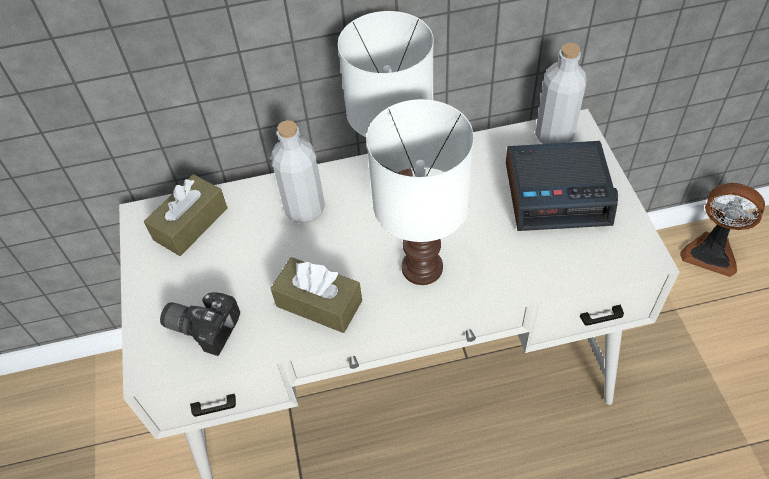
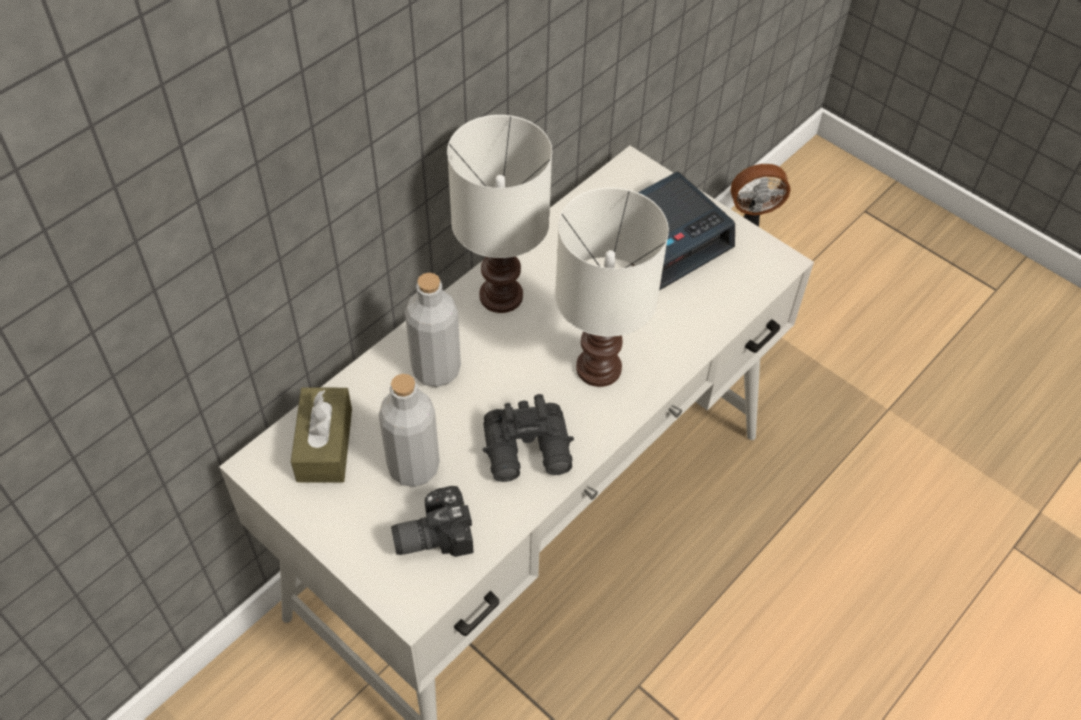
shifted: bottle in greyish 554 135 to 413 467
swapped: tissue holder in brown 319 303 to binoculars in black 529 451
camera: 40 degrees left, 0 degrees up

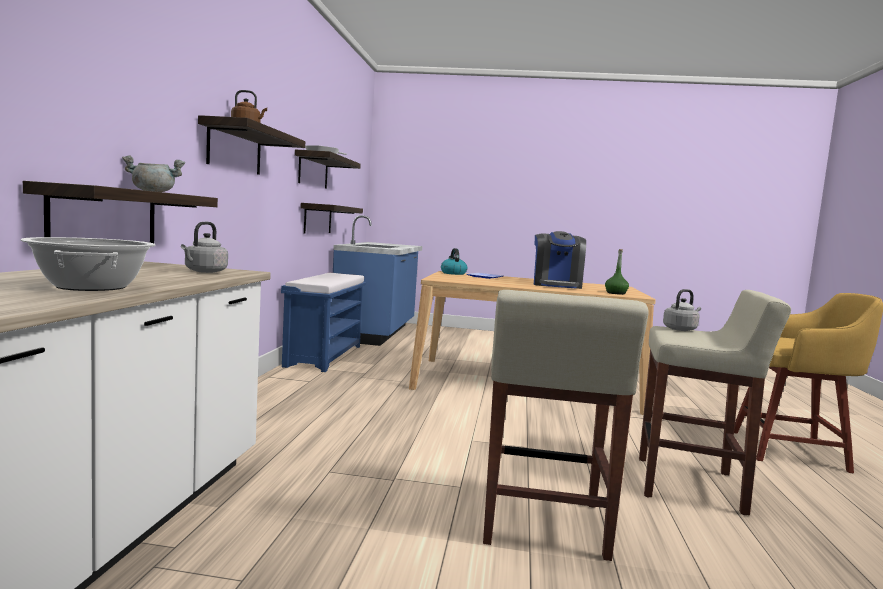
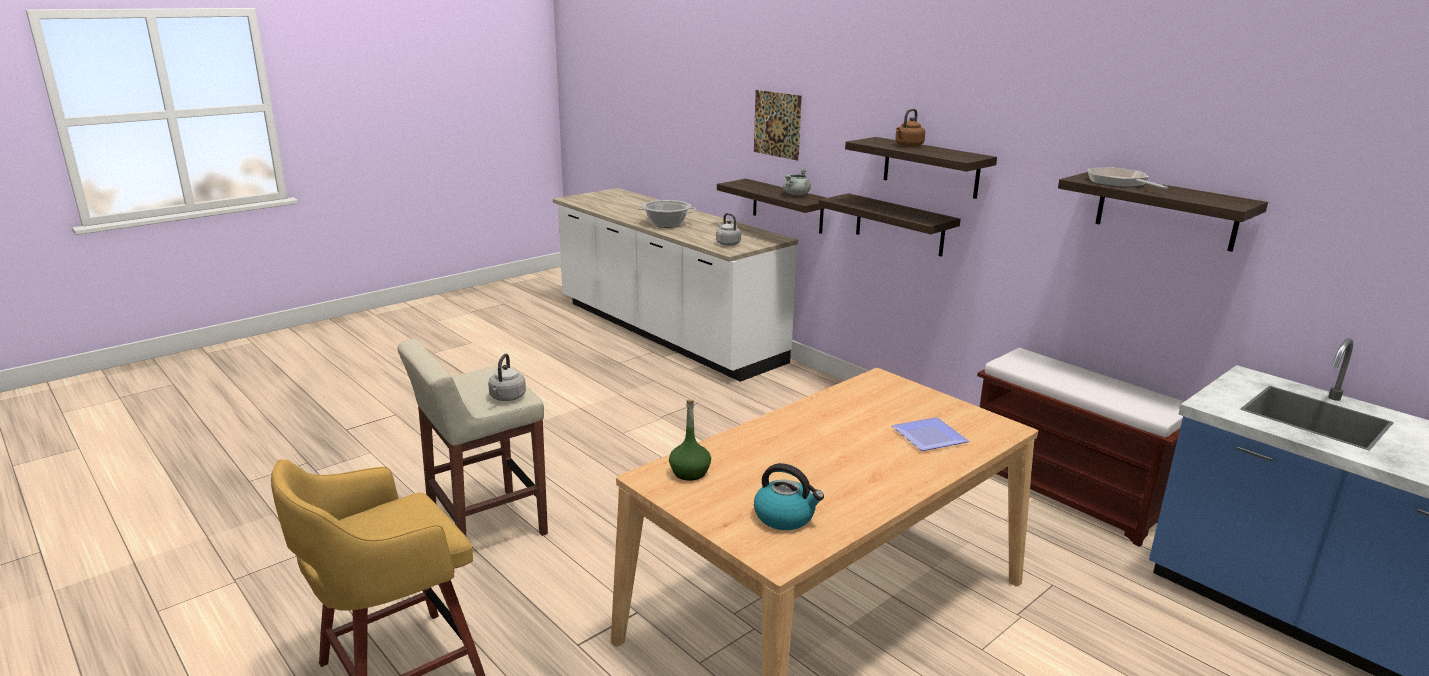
gone: stool seat in beige-coloured 543 524; coffee maker 556 285
new: wall art 777 124
shifted: shelf 318 219 to 899 225; tea kettle 453 273 to 785 517
repainted: indoor bench in bluish 324 356 to indoor bench in brown 1067 495
camera: 130 degrees right, 15 degrees up

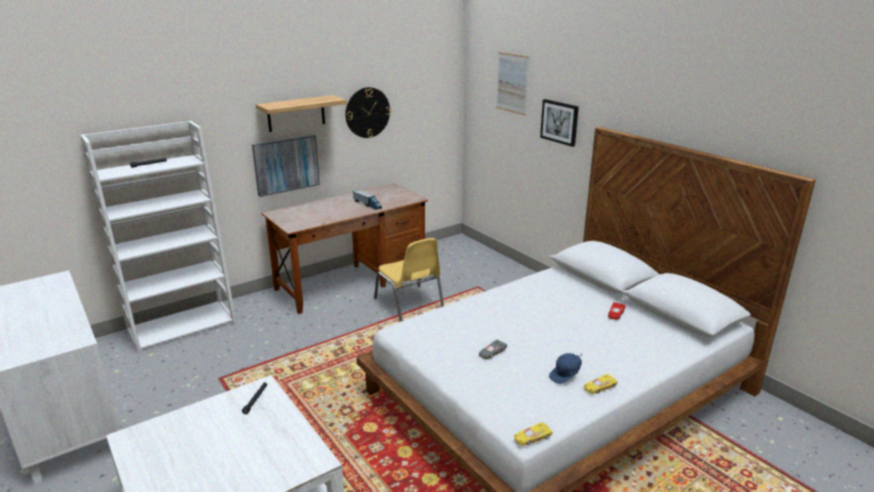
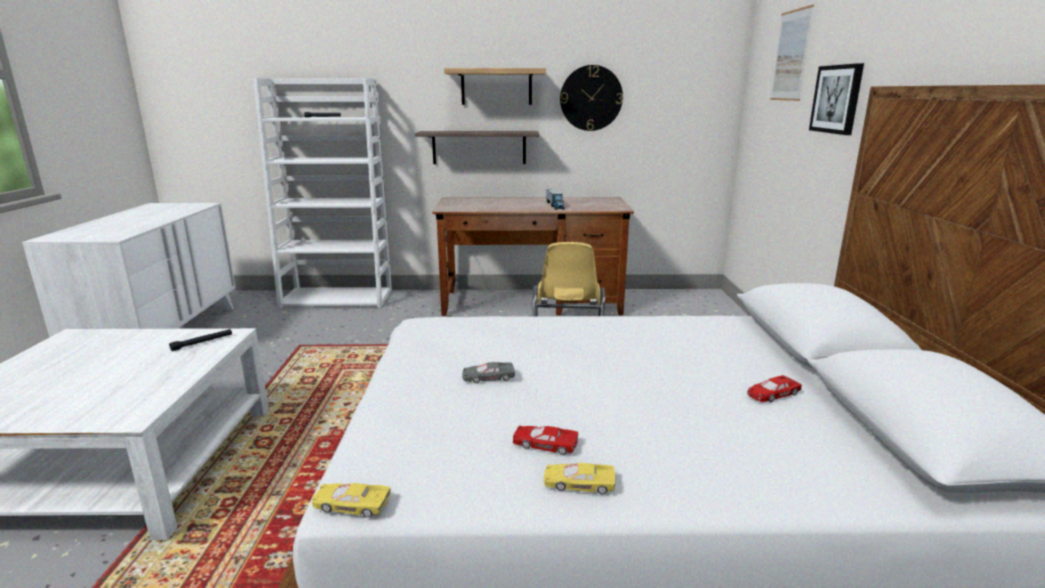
swapped: wall art 286 164 to shelf 479 147; peaked cap in bluish 566 376 to model car in reddish 544 444
camera: 35 degrees right, 5 degrees down

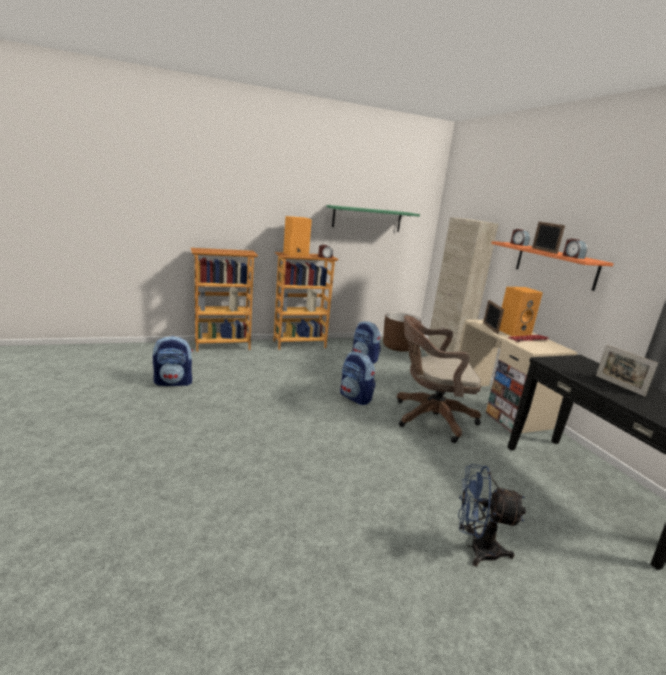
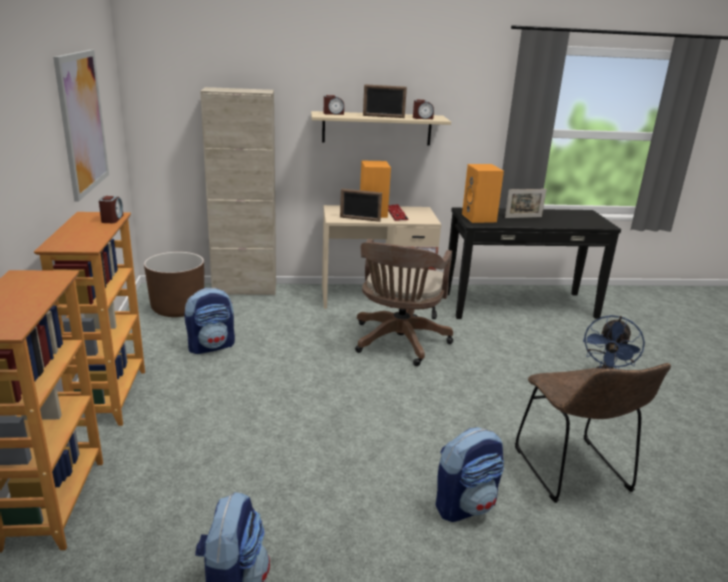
new: plain chair in brown 574 473
shifted: speaker in orange 295 254 to 480 218; rucksack 355 397 to 465 505
swapped: shelf in green 367 219 to wall art 82 122
repainted: shelf in orange 555 265 to shelf in beige-coloured 377 128
camera: 75 degrees left, 5 degrees up

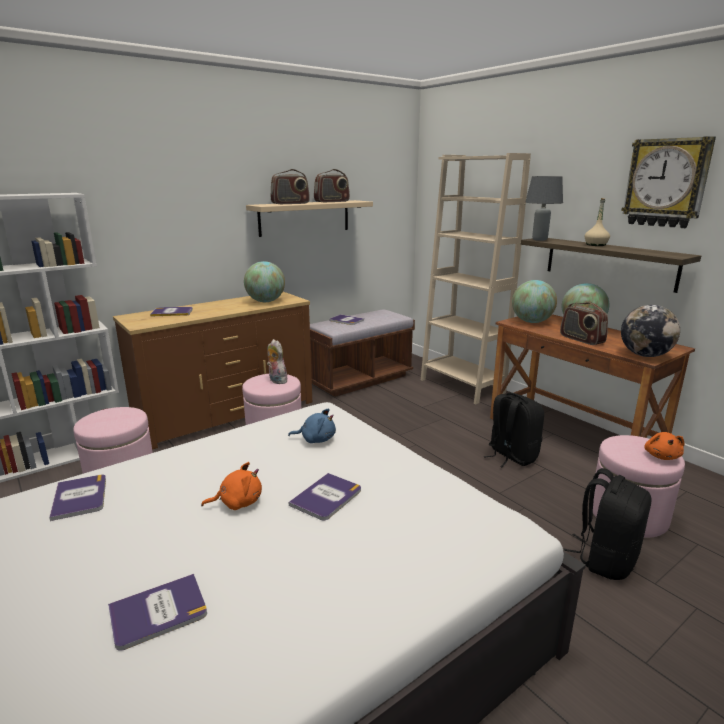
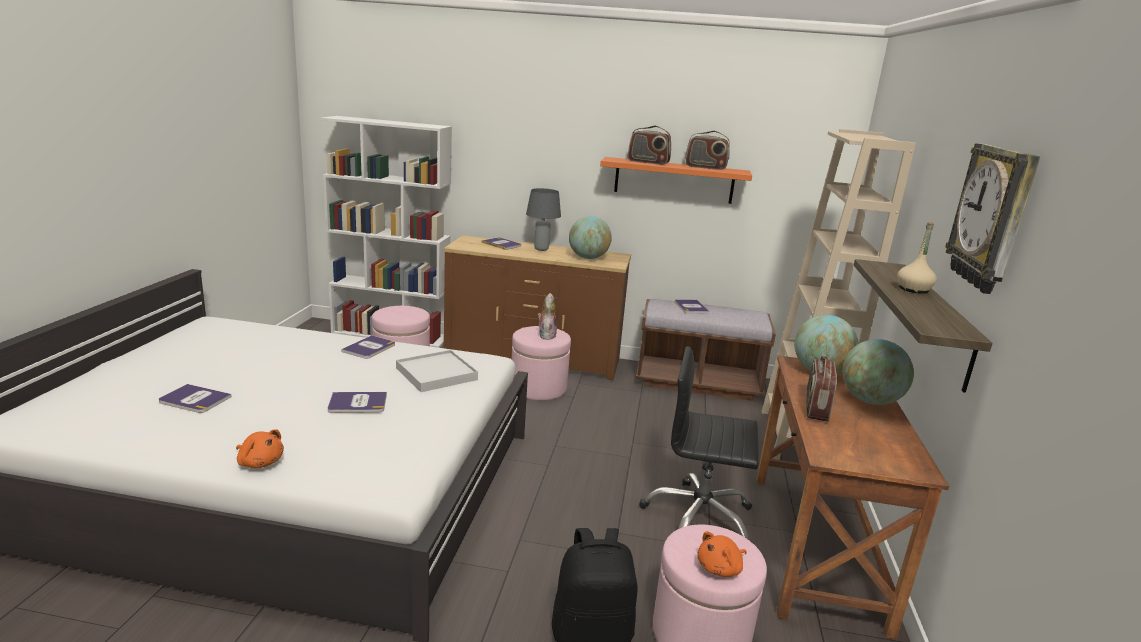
gone: desk globe 644 355
shifted: book 80 497 to 369 348; plush toy in orange 238 502 to 260 462; lamp for a table in greyish 539 240 to 541 249
swapped: plush toy in bluish 316 439 to carrying tray in white-coloured 436 374; rucksack in black 511 456 to desk chair in black 698 518
repainted: shelf in beige-coloured 304 217 to shelf in orange 674 180
camera: 45 degrees right, 0 degrees up

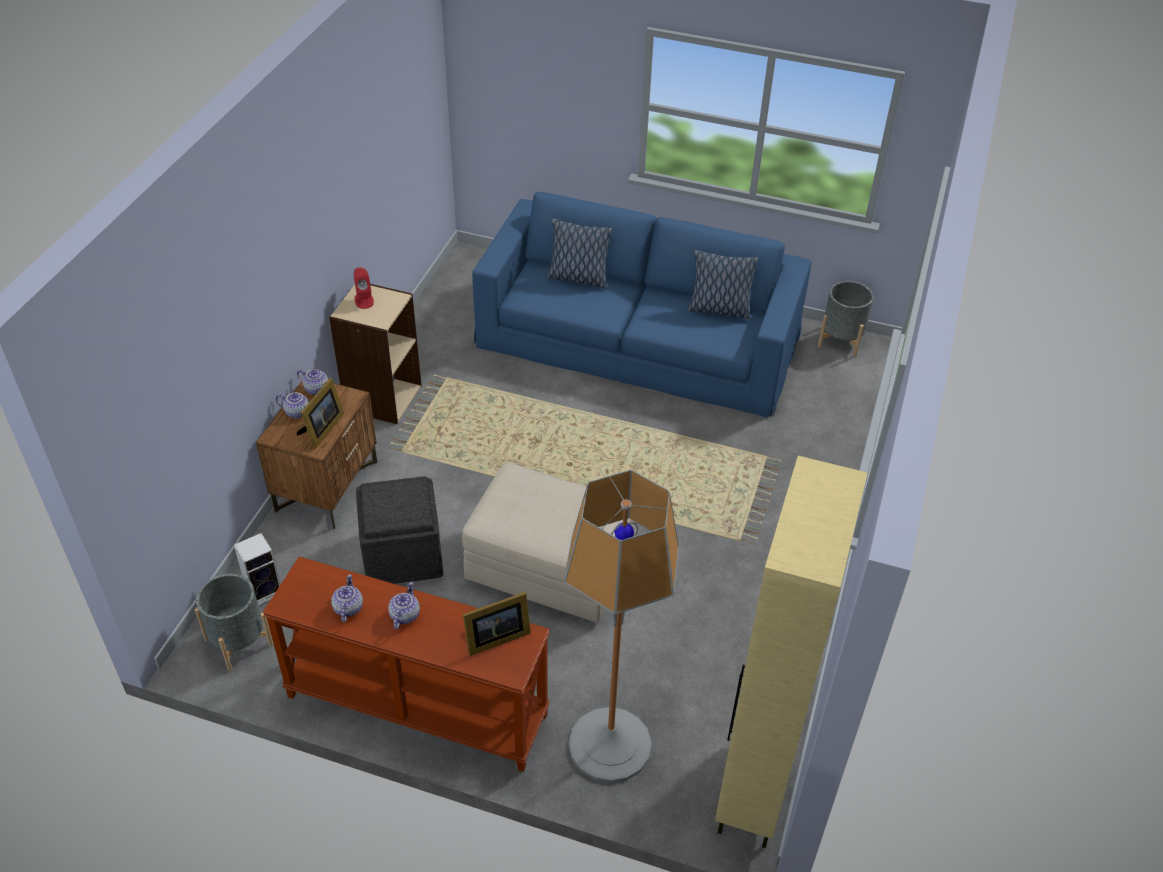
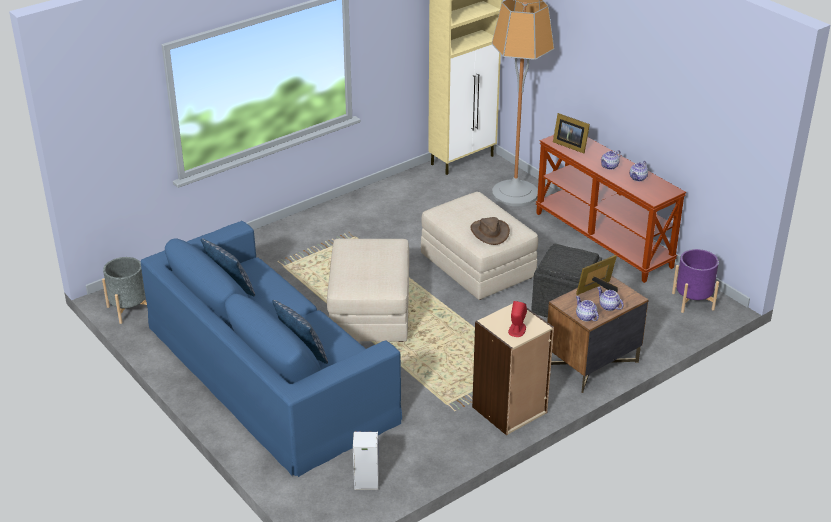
new: ottoman in beige-coloured 369 311; wearable hat in brown 489 232
shifted: speaker 265 590 to 365 482
repainted: plant pot in greyish 239 641 to plant pot in purple 693 301
rotated: photo frame 494 638 = 570 145 150 degrees counterclockwise
camera: 145 degrees left, 10 degrees down

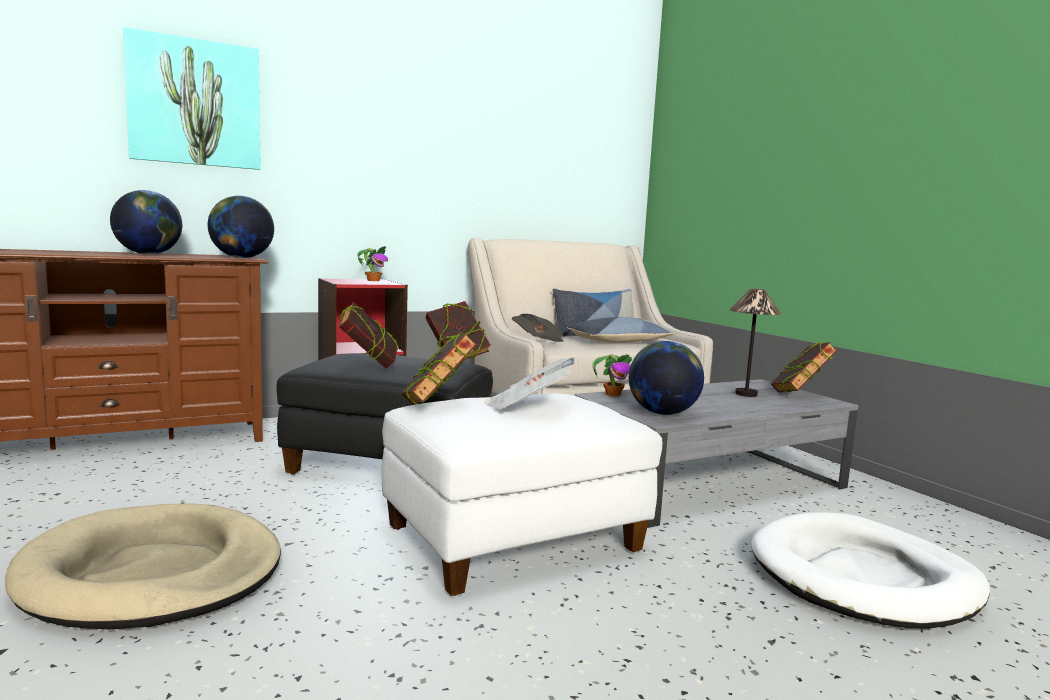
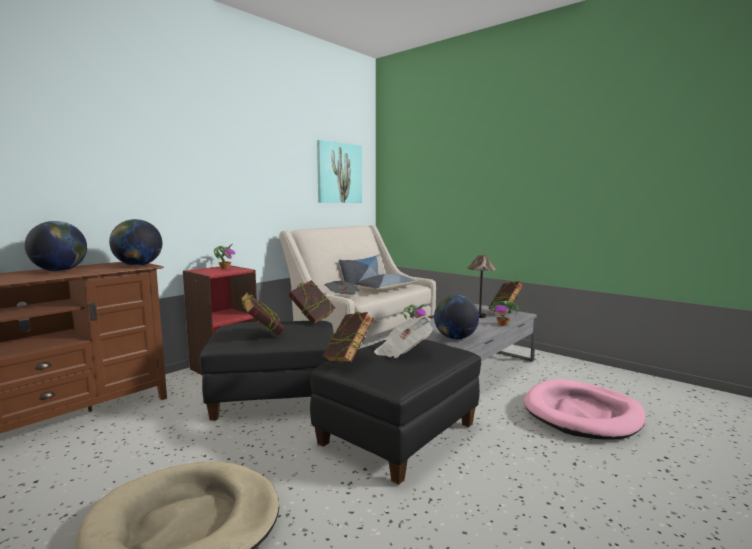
new: potted plant 503 324
shifted: wall art 195 103 to 339 173
repainted: ottoman in white-coloured 514 539 to ottoman in black 398 434; dog cushion in white-coloured 863 577 to dog cushion in pinkish 582 413
camera: 20 degrees left, 0 degrees up

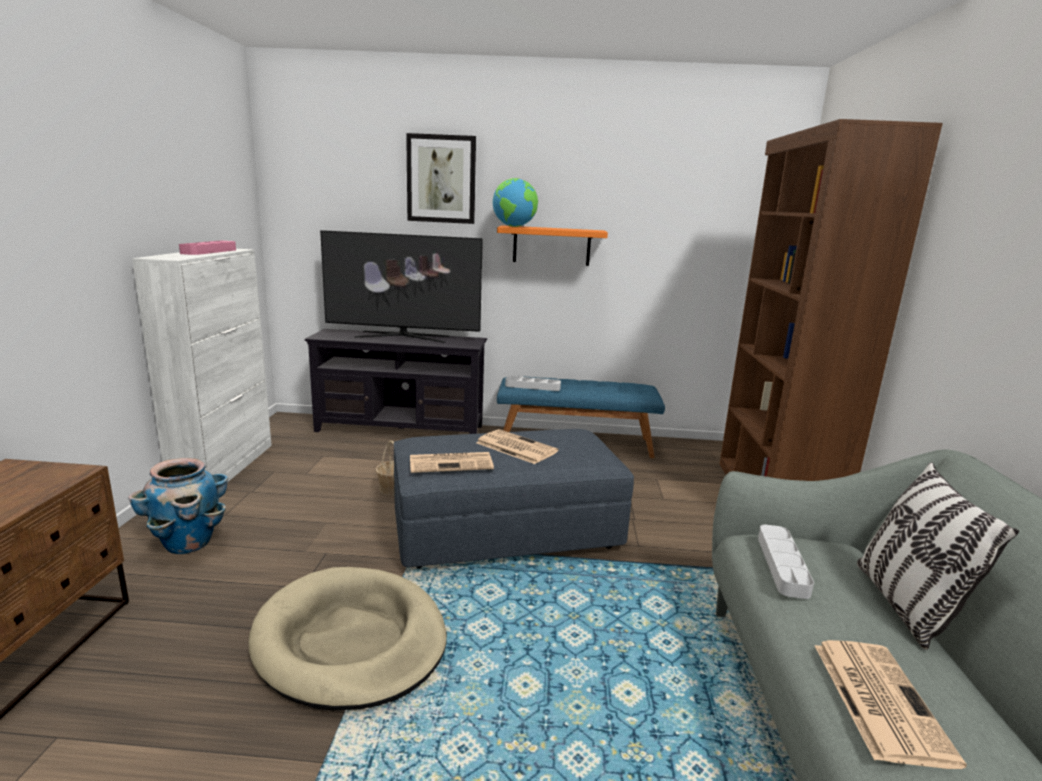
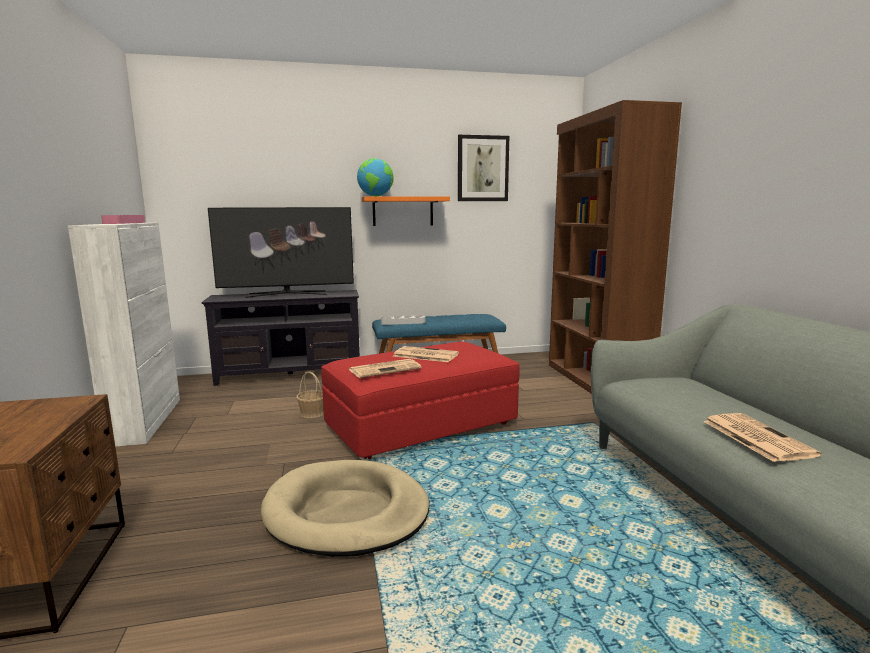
gone: plant pot 188 543; carrying tray in greyish 782 564; throw pillow 905 606
shifted: wall art 441 179 to 482 168
repainted: ottoman in greyish 505 530 to ottoman in reddish 421 425
camera: 15 degrees left, 5 degrees down

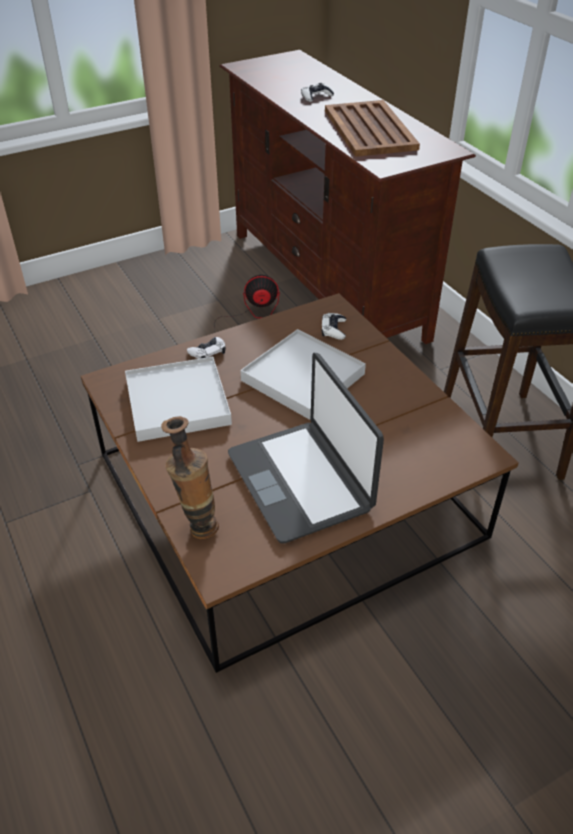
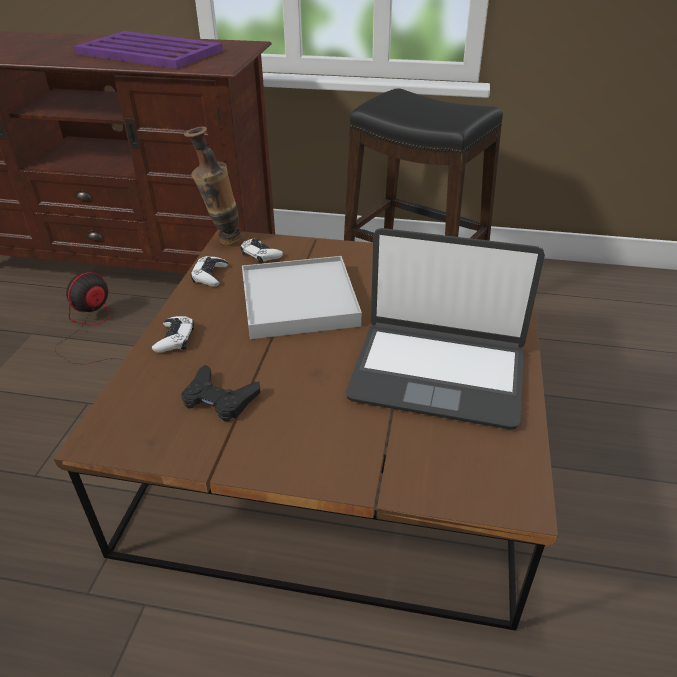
shifted: vase 197 525 to 222 241; game controller in white-coloured 316 96 to 210 275
swapped: carrying tray in white-coloured 177 402 to game controller in black 219 399
repainted: carrying tray in brown 369 130 to carrying tray in purple 150 52
camera: 50 degrees left, 5 degrees down

